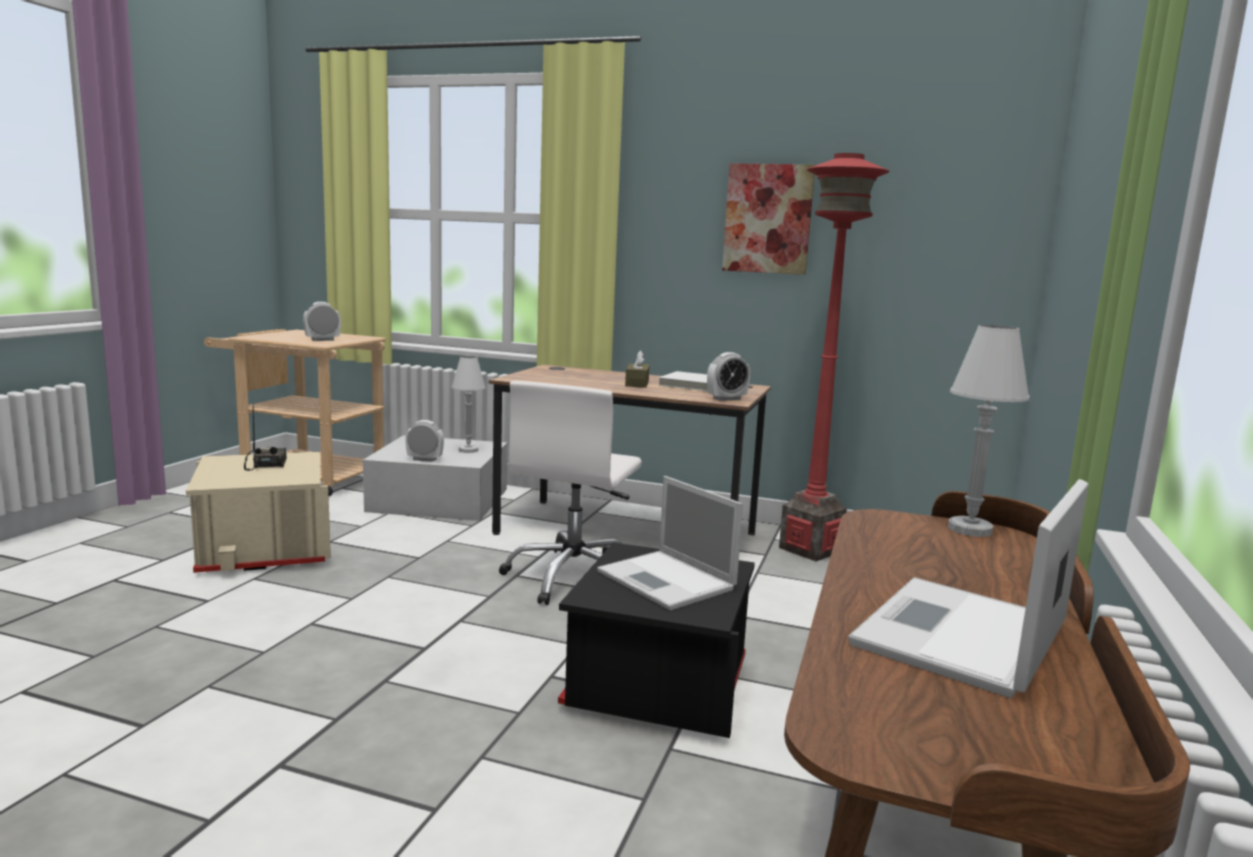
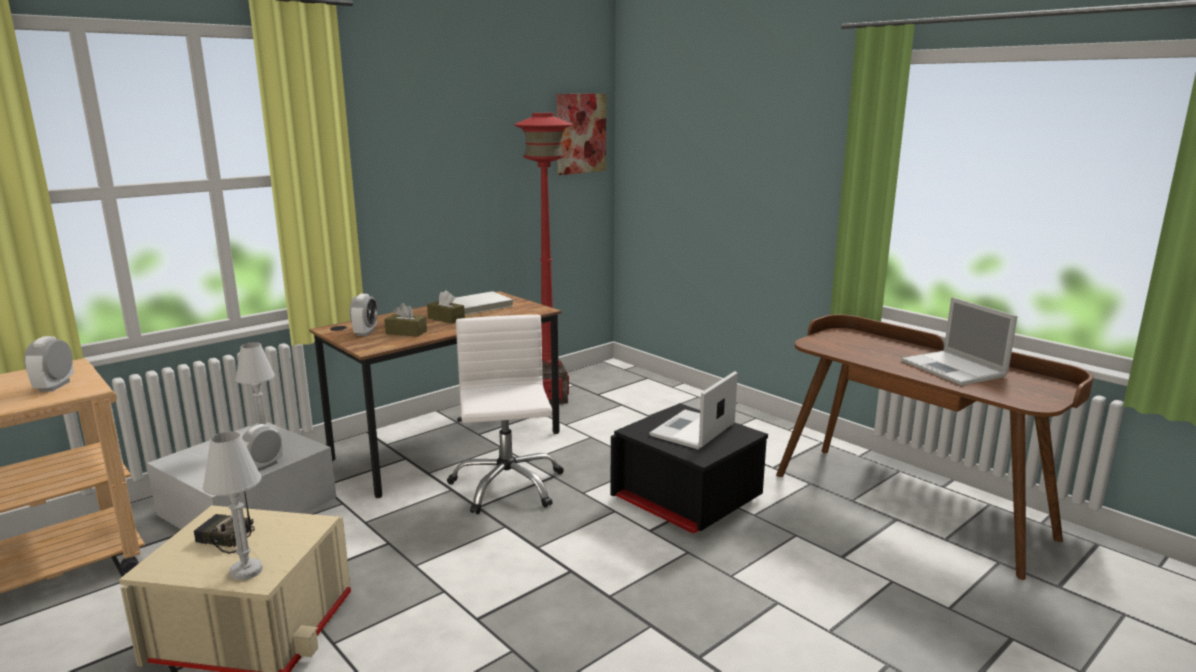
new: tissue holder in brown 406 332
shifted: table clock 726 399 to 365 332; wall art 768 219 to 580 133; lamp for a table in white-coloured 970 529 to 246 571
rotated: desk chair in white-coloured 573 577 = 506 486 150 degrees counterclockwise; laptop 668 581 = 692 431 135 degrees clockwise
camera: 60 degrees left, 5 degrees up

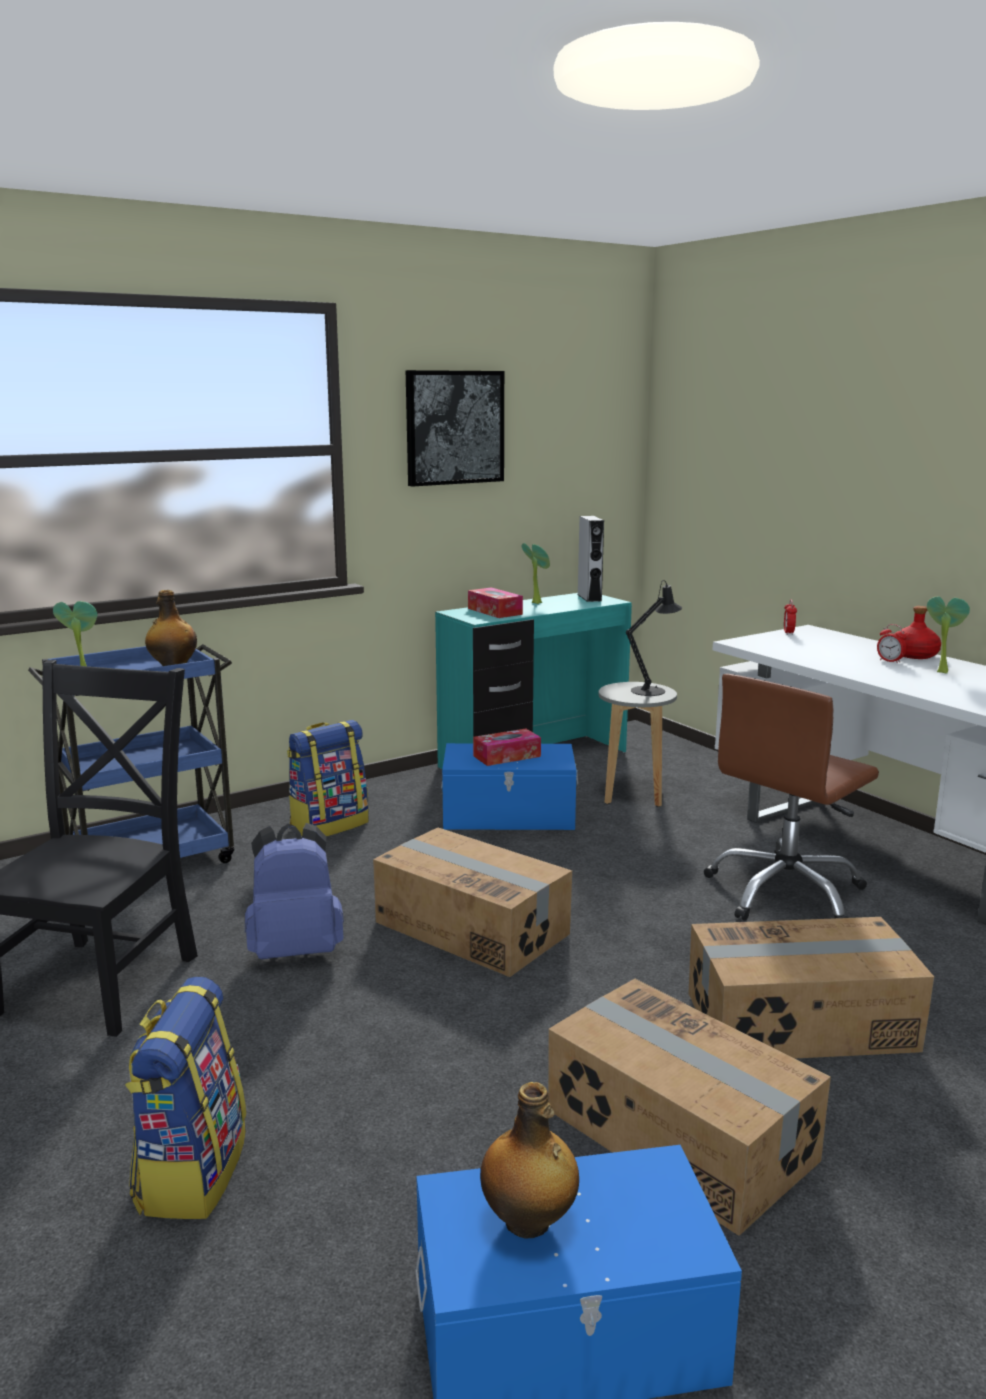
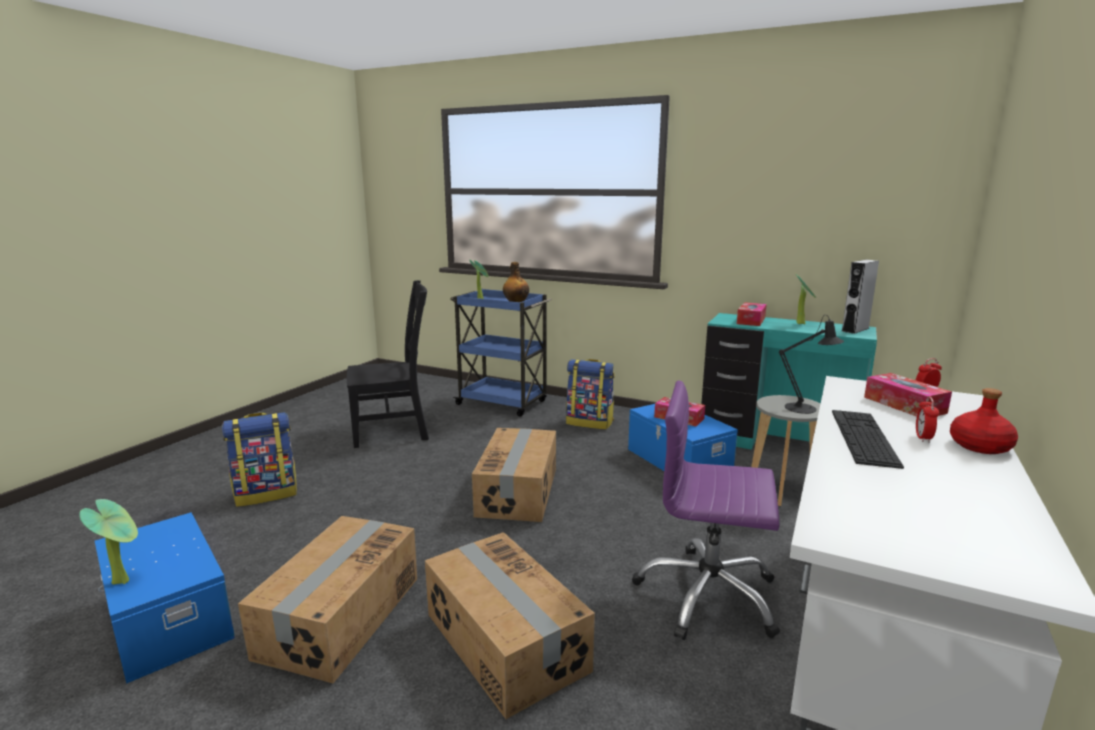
gone: rucksack in bluish 296 950; wall art 454 427; bottle 528 1222
new: PC keyboard 863 437; tissue holder 904 405
shifted: potted plant 940 671 to 124 580
repainted: desk chair in brown 786 893 to desk chair in purple 707 595
camera: 60 degrees right, 0 degrees up

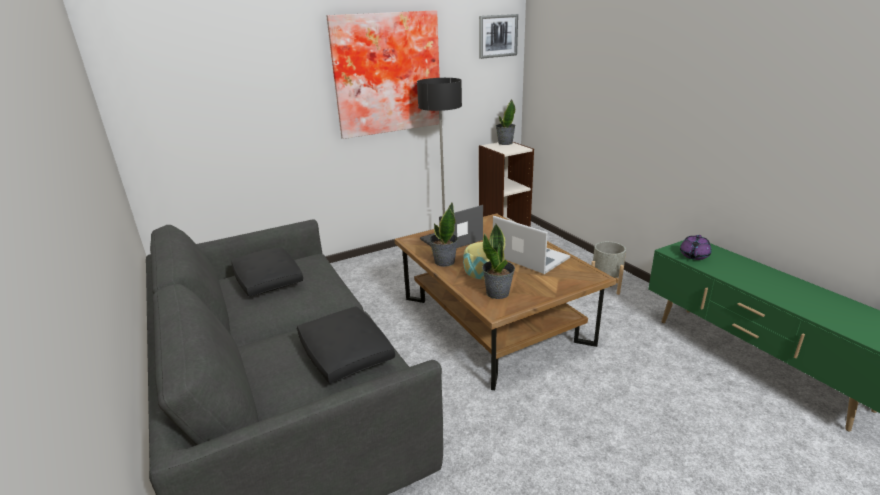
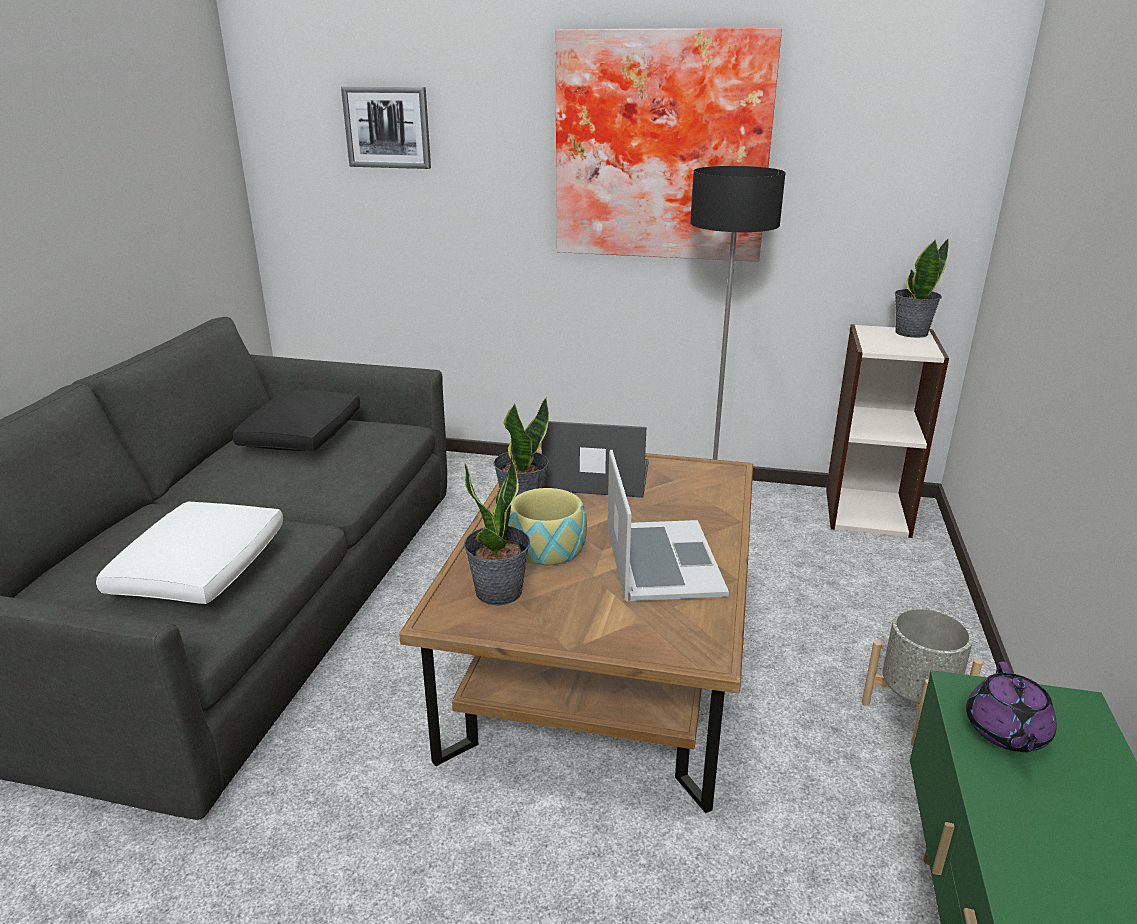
shifted: wall art 497 36 to 387 127
repainted: throw pillow in black 346 354 to throw pillow in white-coloured 200 571
rotated: pot for tea in purple 693 256 = 1006 732 60 degrees counterclockwise
camera: 40 degrees right, 0 degrees up

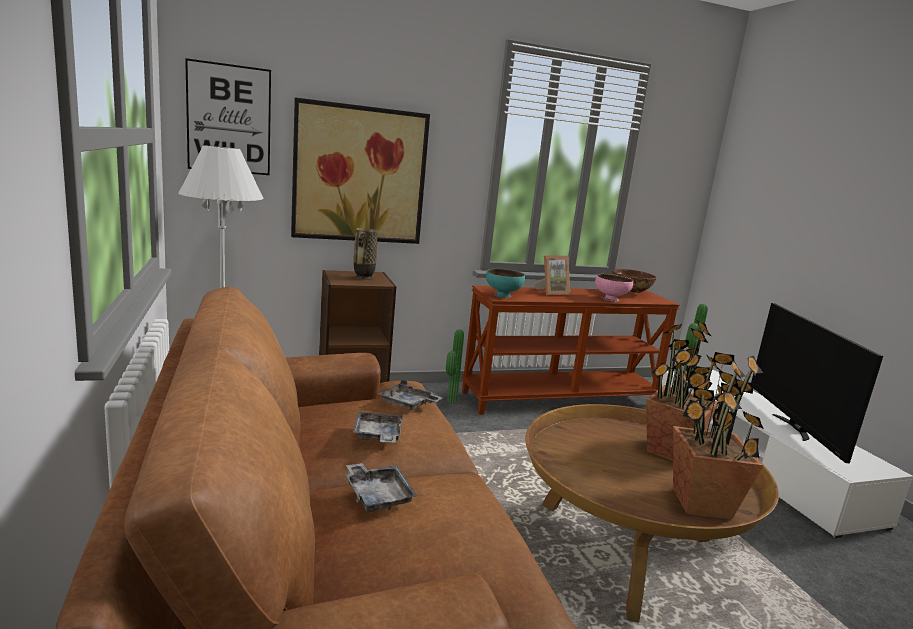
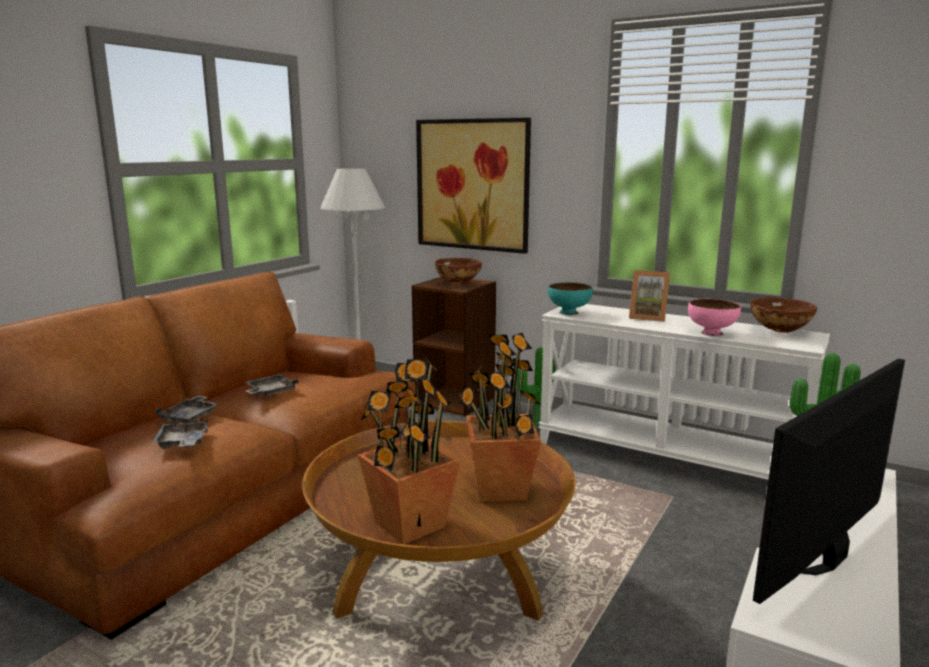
gone: wall art 229 119
shifted: carrying tray in greyish 408 404 to 182 443
swapped: vase 363 278 to deep dish in brown 458 284
repainted: narrow table in brown 560 398 to narrow table in white-coloured 668 458
camera: 50 degrees right, 0 degrees up

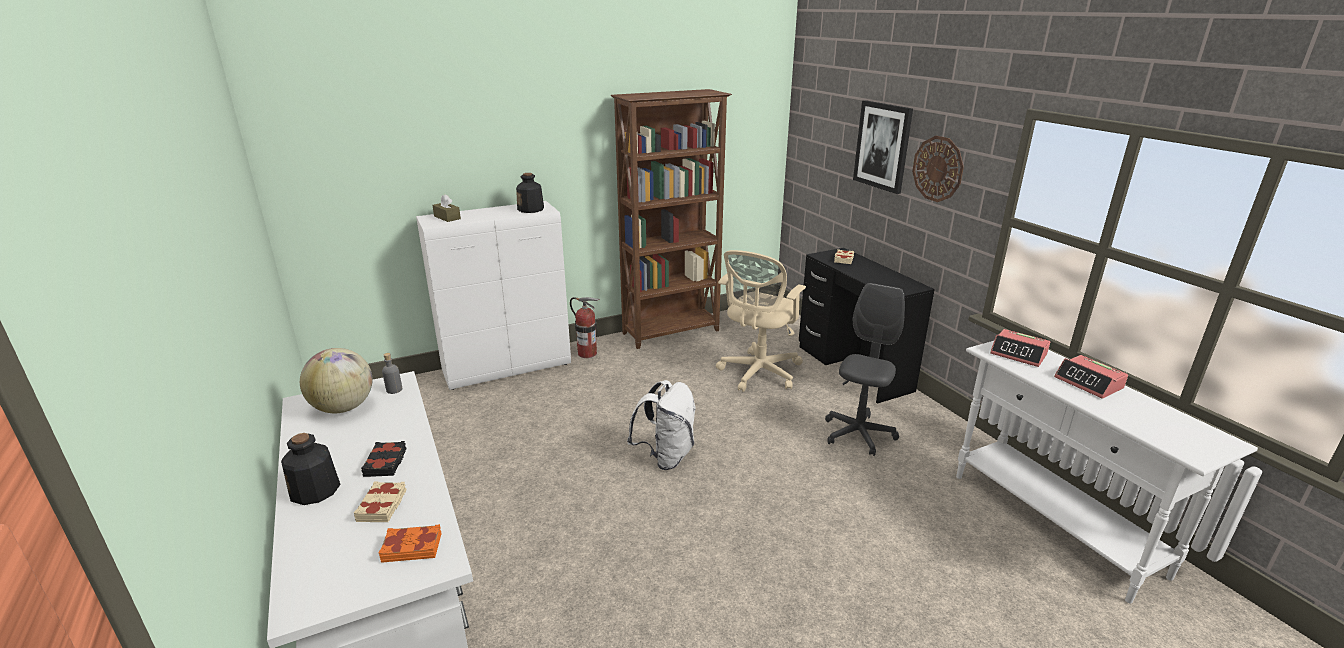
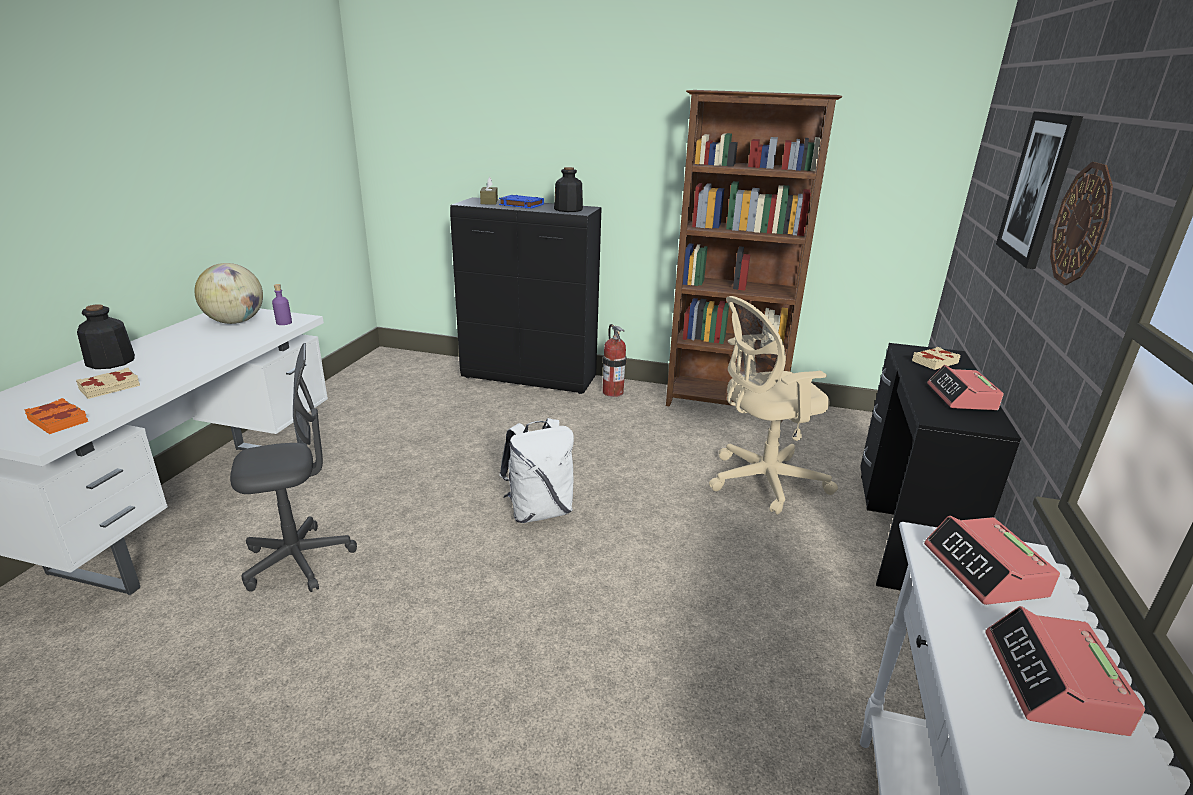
gone: book in black 386 462
new: book in bluish 521 205; table clock 961 397
shifted: desk chair in greyish 858 434 to 298 561
repainted: bottle in greyish 394 390 to bottle in purple 284 323; cupboard in white-coloured 508 368 to cupboard in black 530 378
camera: 40 degrees right, 0 degrees up

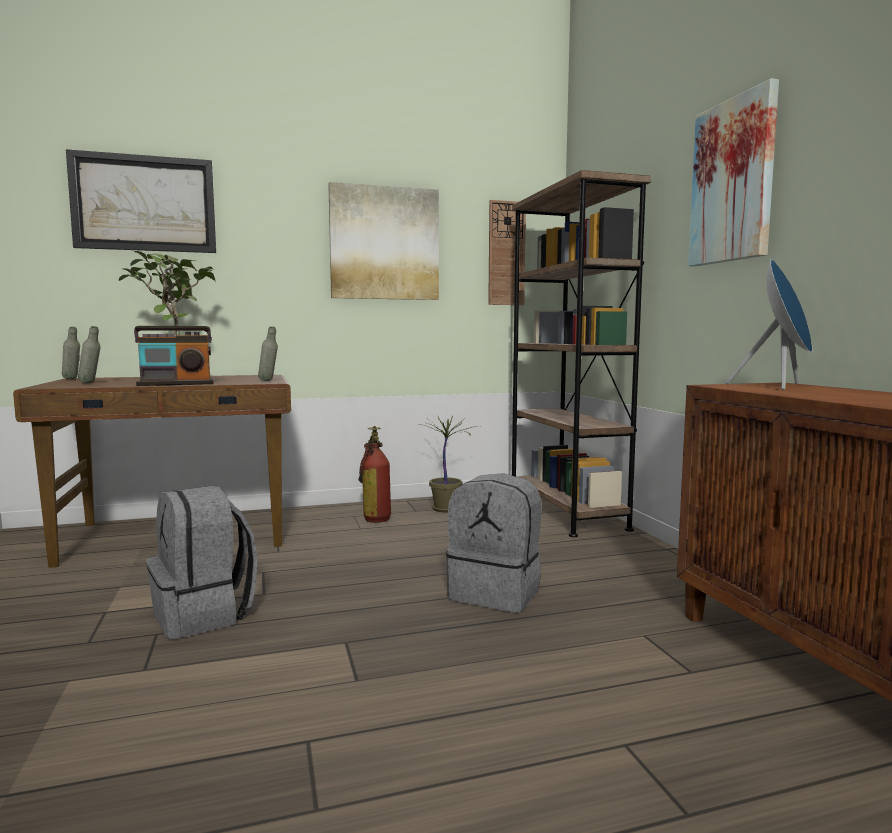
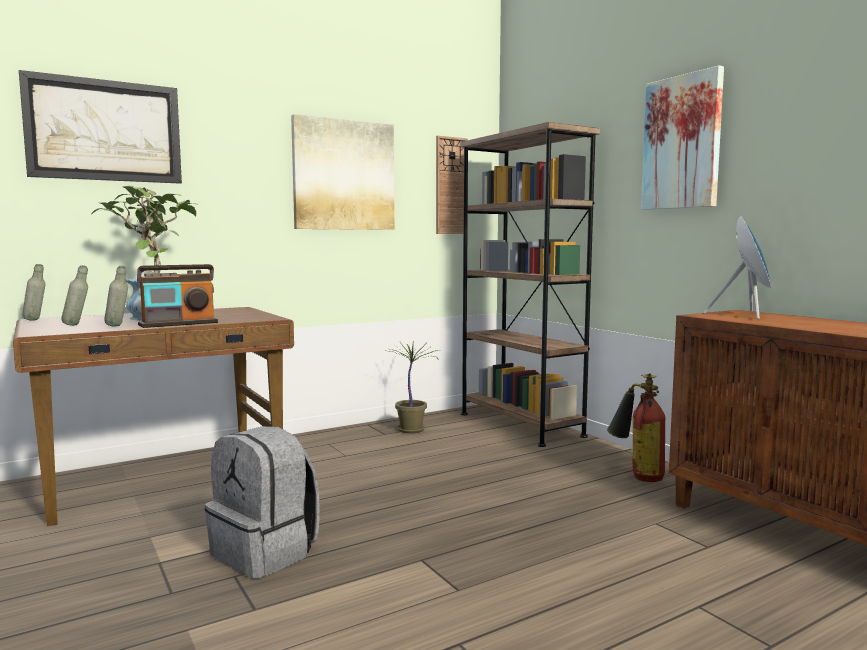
gone: rucksack in greyish 496 593
shifted: bottle in greyish 269 381 to 118 326; fire-fighting cylinder 374 517 to 637 474
camera: 15 degrees left, 0 degrees up

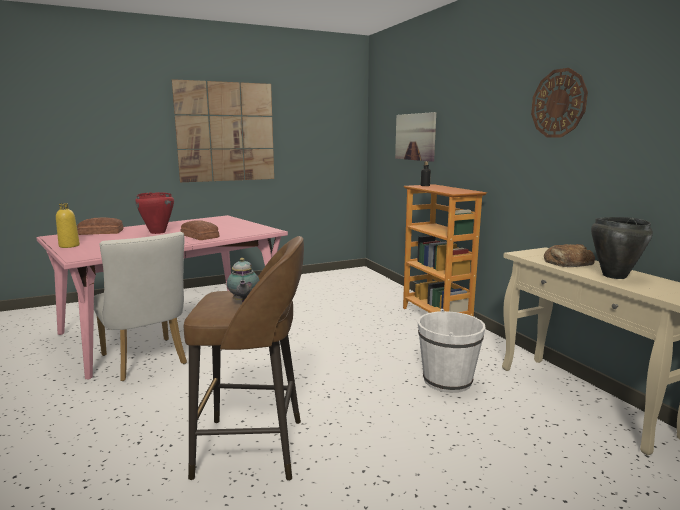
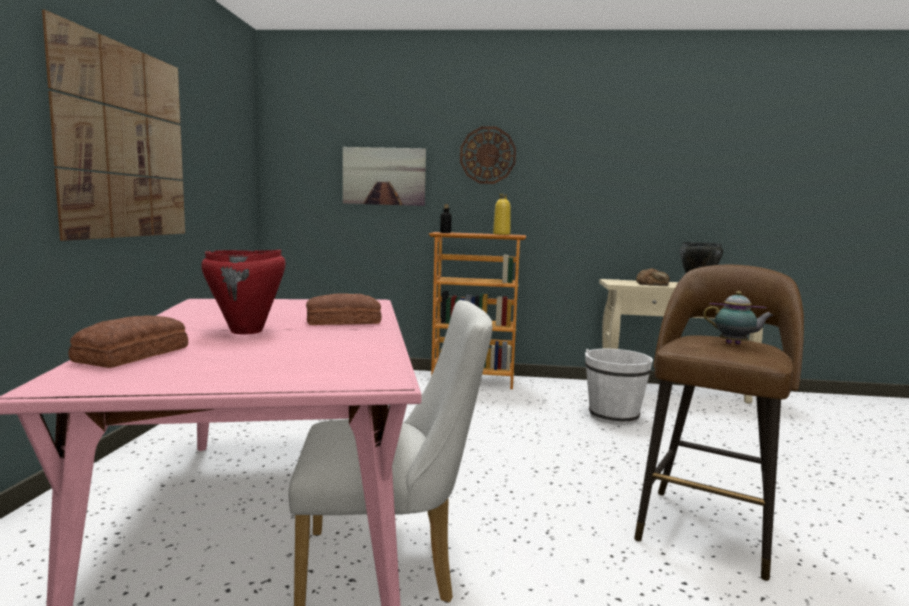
shifted: bottle in yellow-coloured 69 246 to 501 234; hanging clock 558 103 to 487 155
camera: 60 degrees left, 5 degrees down

